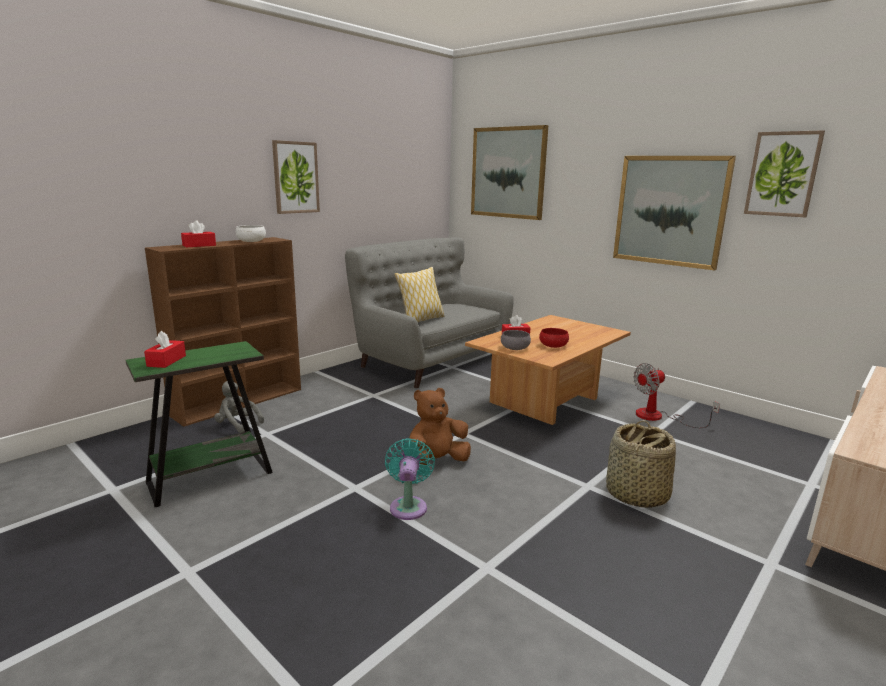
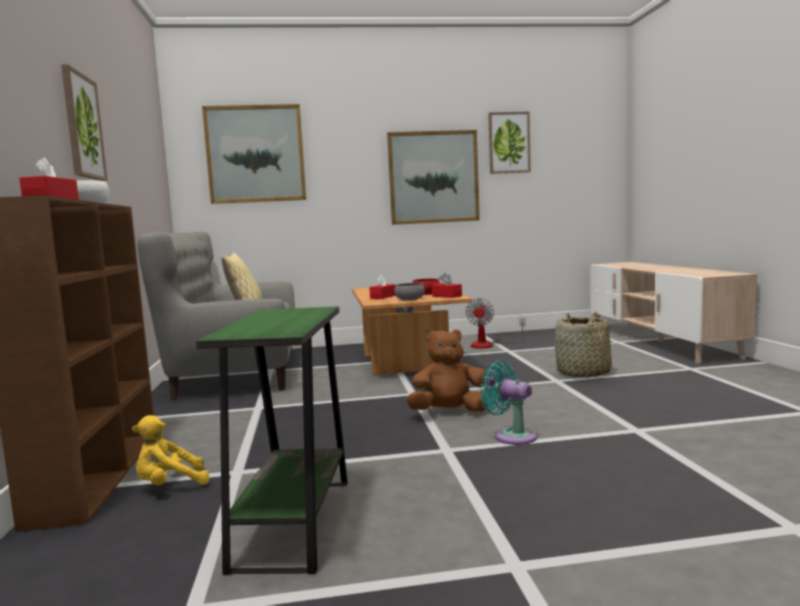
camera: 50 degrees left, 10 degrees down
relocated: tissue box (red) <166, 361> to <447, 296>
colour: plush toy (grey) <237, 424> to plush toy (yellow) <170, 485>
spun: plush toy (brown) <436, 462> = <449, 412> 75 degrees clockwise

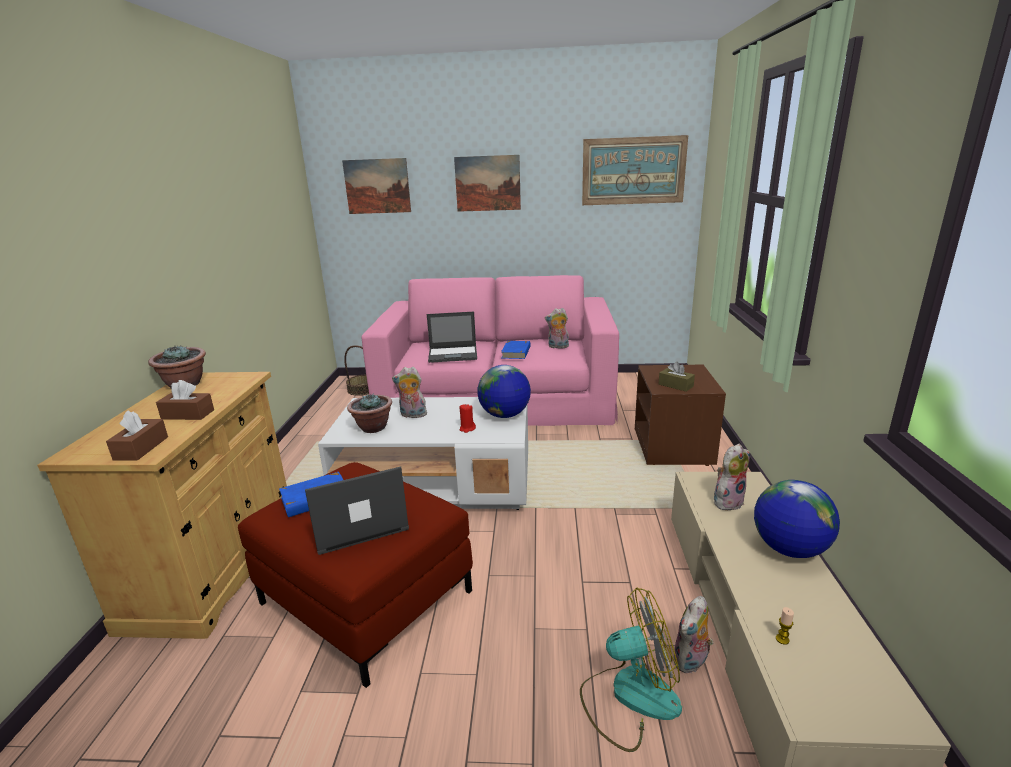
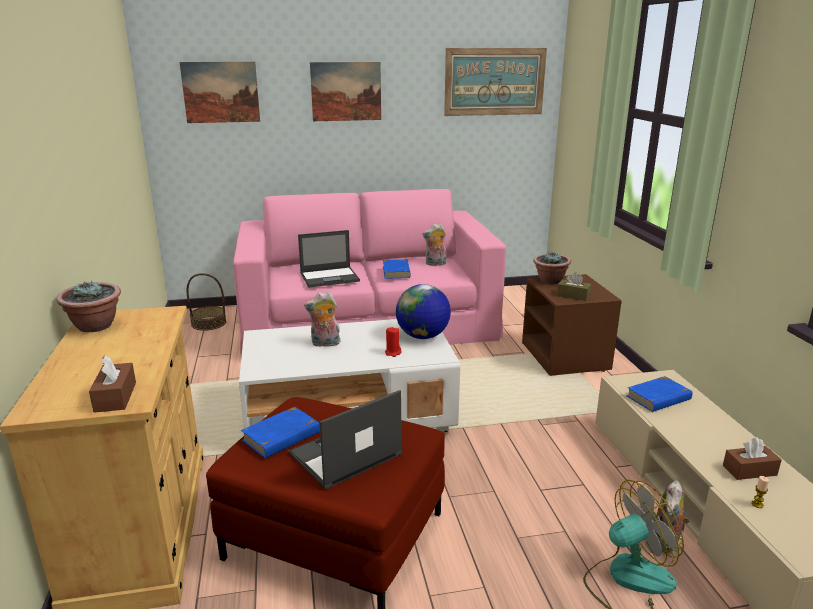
camera: 15 degrees left, 0 degrees up
missing: globe <788, 549>
relocated: tissue box (brown) <188, 414> to <749, 470>; potted plant <373, 428> to <550, 281>
exchanged: plush toy <727, 501> to book (blue) <659, 398>

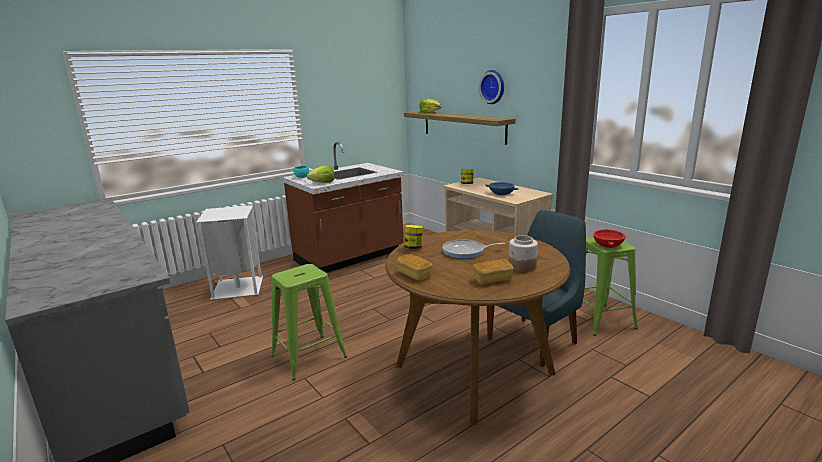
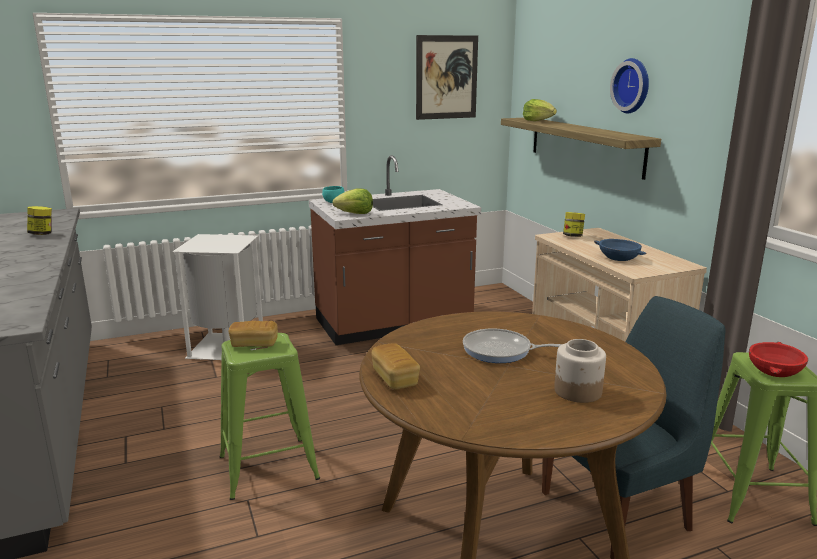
camera: 15 degrees right, 0 degrees up
appeared: picture <446, 77>
relocated: jar <414, 248> to <42, 234>; bread <492, 280> to <254, 344>

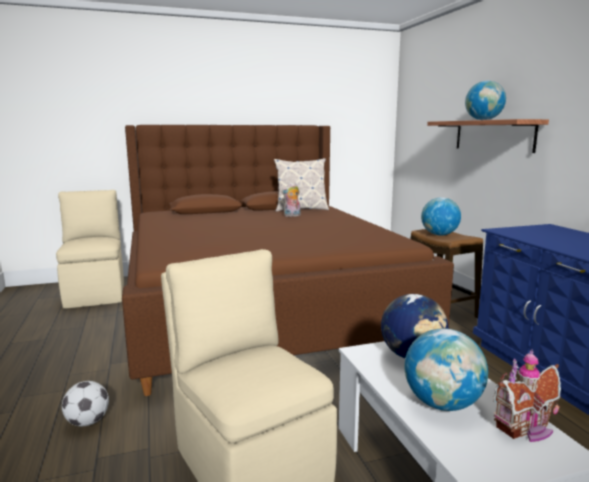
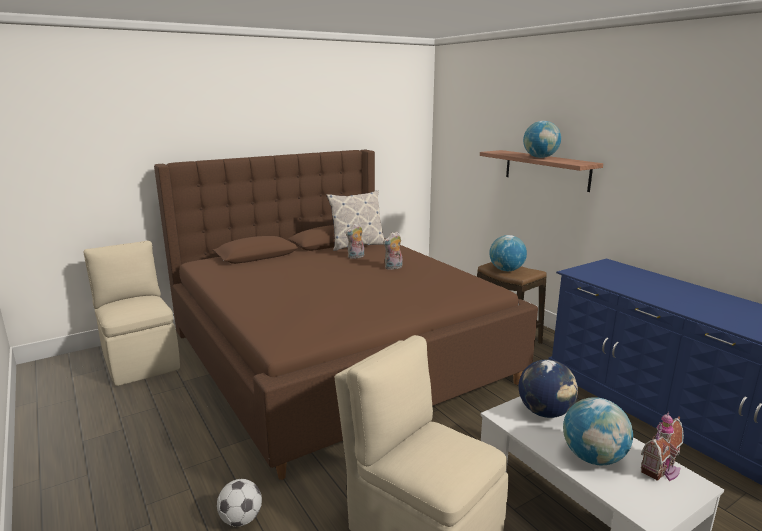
camera: 15 degrees left, 5 degrees up
appeared: plush toy <393, 268>

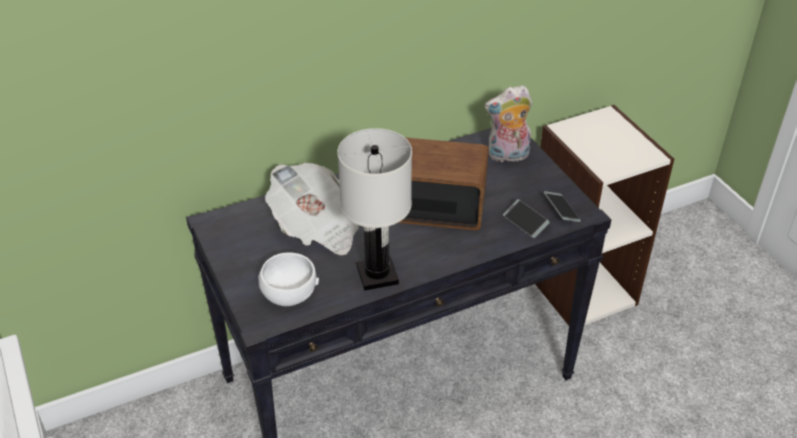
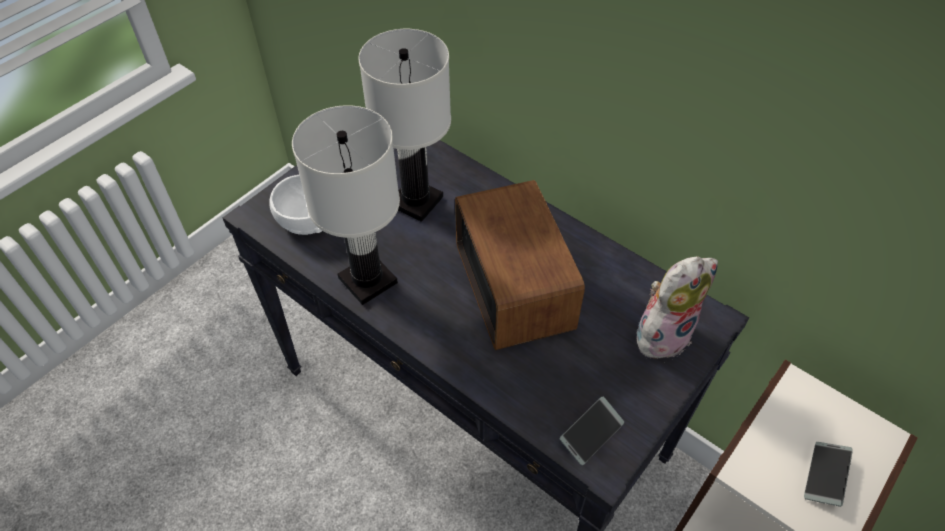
camera: 65 degrees right, 10 degrees up
relocated: phone <525, 222> to <825, 476>
exchanged: newspaper <317, 228> to table lamp (white) <416, 202>
spun: plush toy <507, 156> = <662, 333> 90 degrees clockwise

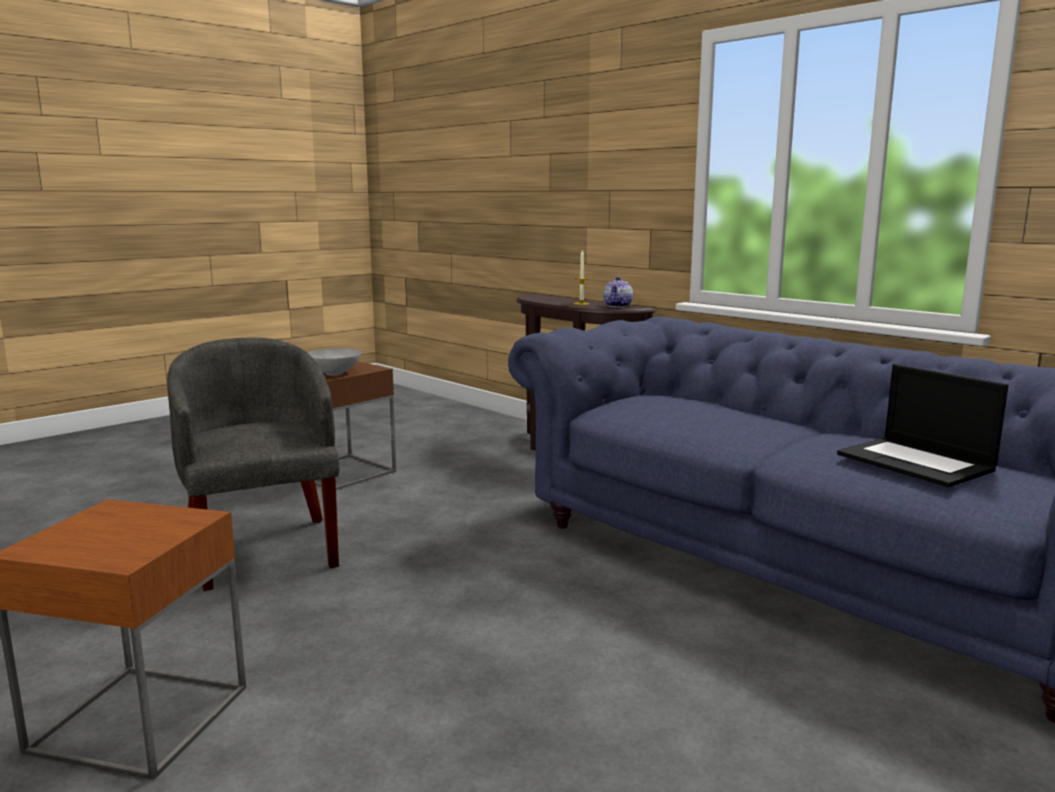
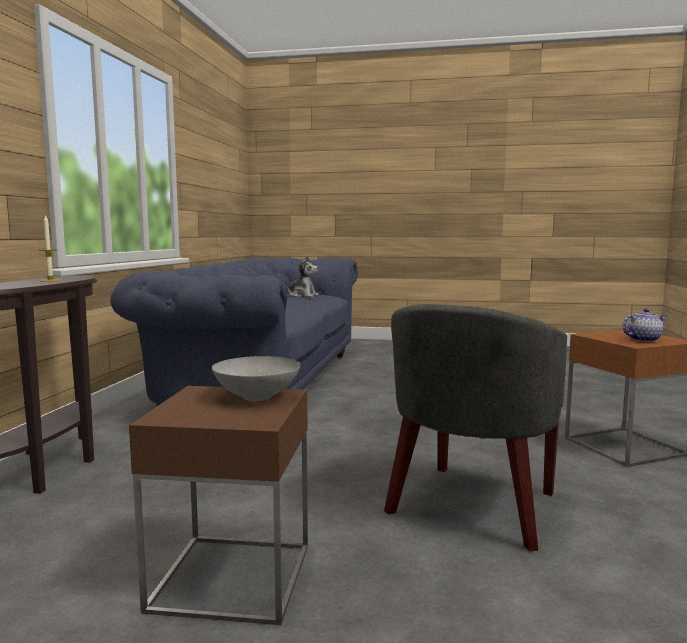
camera: 125 degrees left, 5 degrees down
relocated: teapot <618, 306> to <643, 340>
exchanged: laptop <917, 462> to plush toy <302, 296>

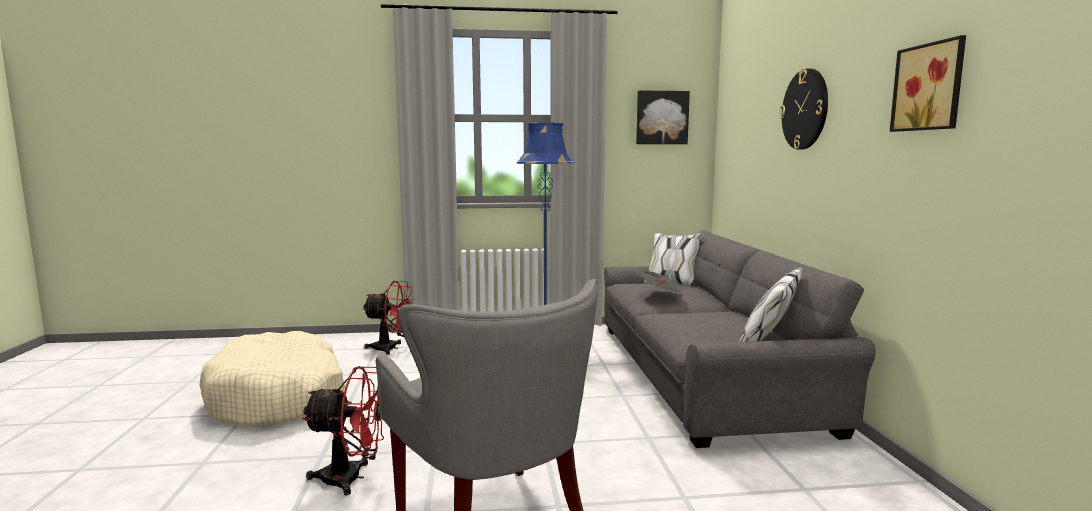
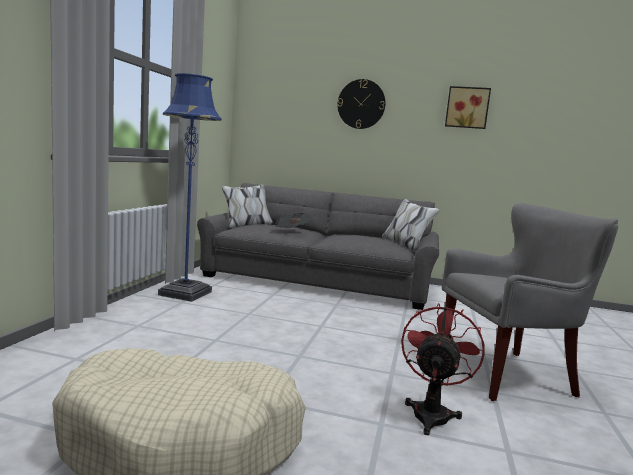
camera: 70 degrees left, 0 degrees up
missing: picture <661, 118>; fan (red) <391, 348>

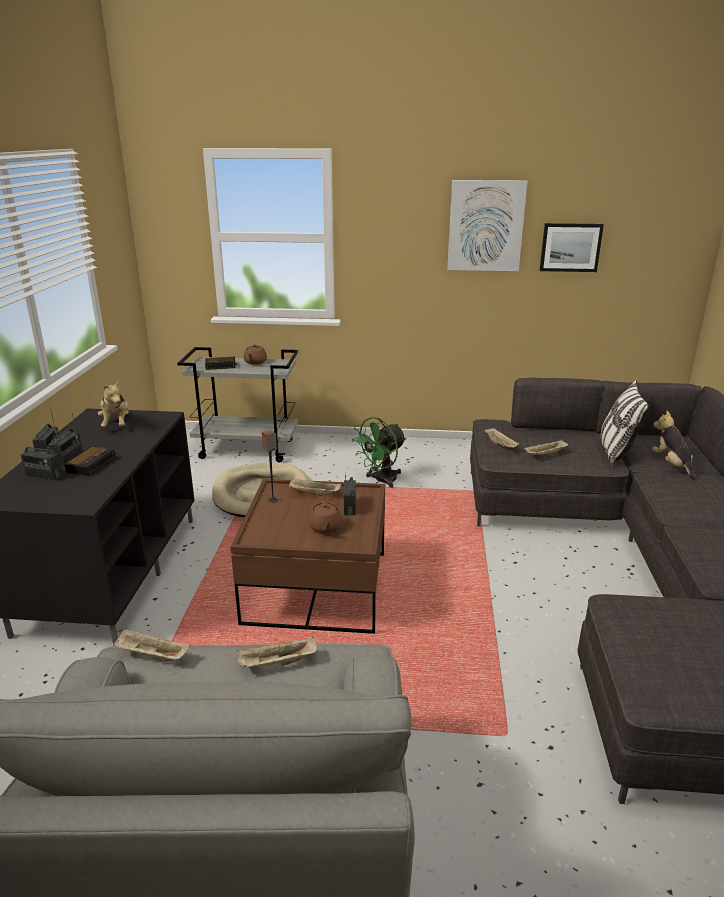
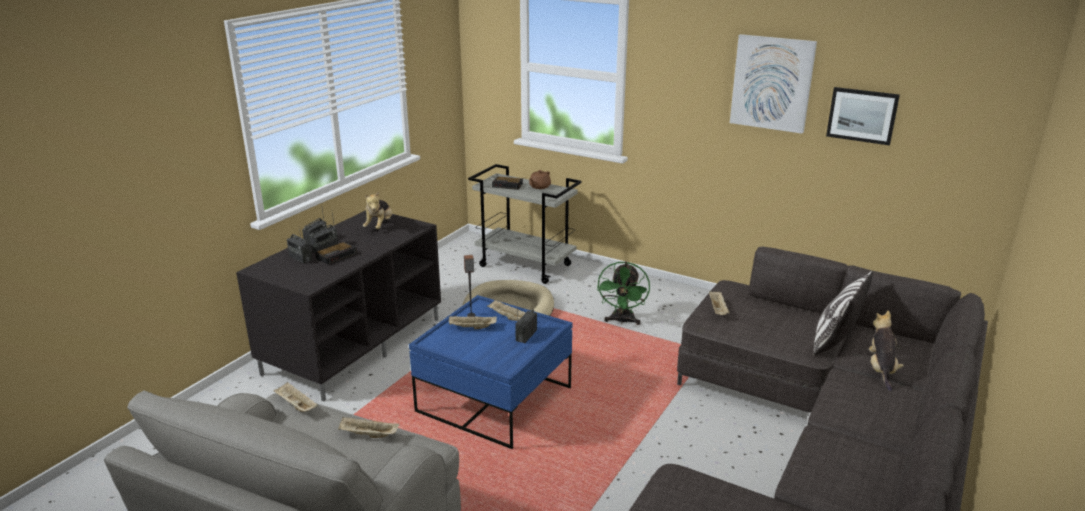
camera: 25 degrees right, 0 degrees up
missing: teapot (brown) <325, 528>
relocated: tray (beige) <545, 455> to <472, 328>
colour: coffee table (brown) <317, 588> to coffee table (blue) <494, 400>
spun: fan (green) <381, 481> = <622, 321> 60 degrees counterclockwise

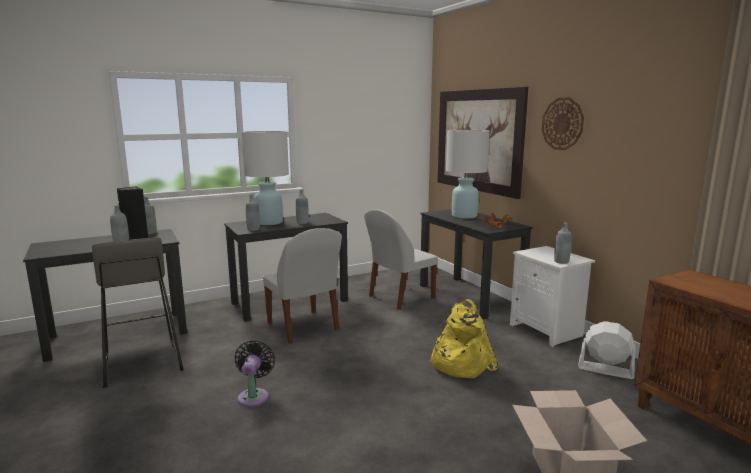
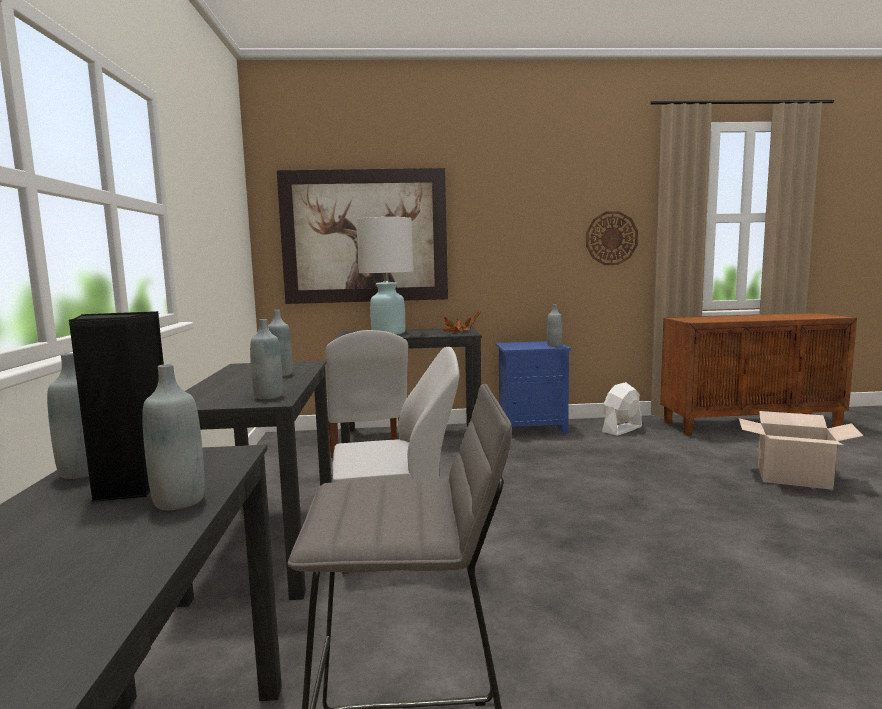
camera: 65 degrees left, 5 degrees down
missing: table lamp (white) <269, 222>; backpack (yellow) <459, 363>; fan (black) <254, 396>
relocated: wall clock <562, 124> to <611, 238>
colour: nightstand (white) <547, 331> to nightstand (blue) <532, 428>

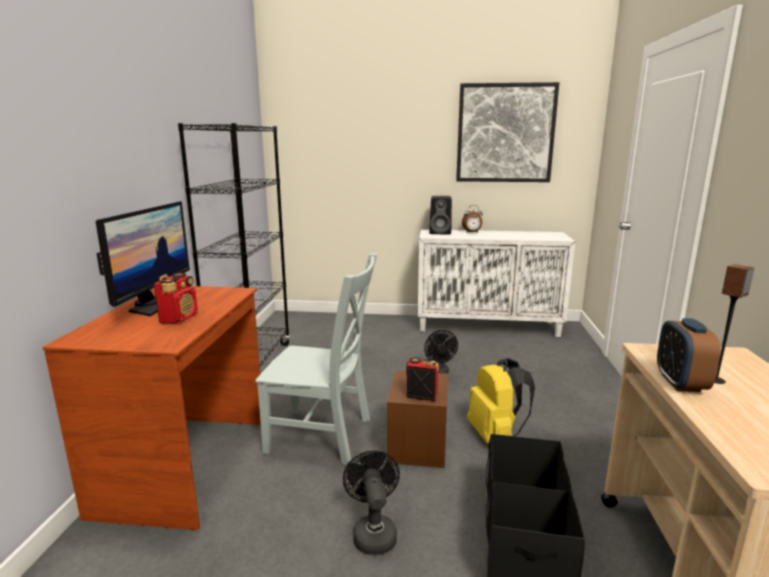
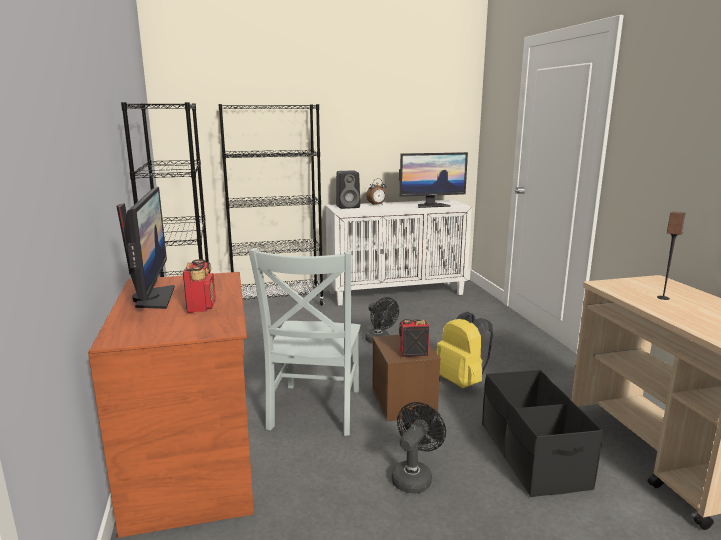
camera: 20 degrees left, 0 degrees up
missing: picture <505, 133>; alarm clock <680, 383>
appeared: bookcase (black) <277, 303>; monitor <431, 205>
spun: chair (grey) <324, 436> = <314, 411> 105 degrees clockwise; fan (black) <373, 532> = <414, 476> 60 degrees clockwise

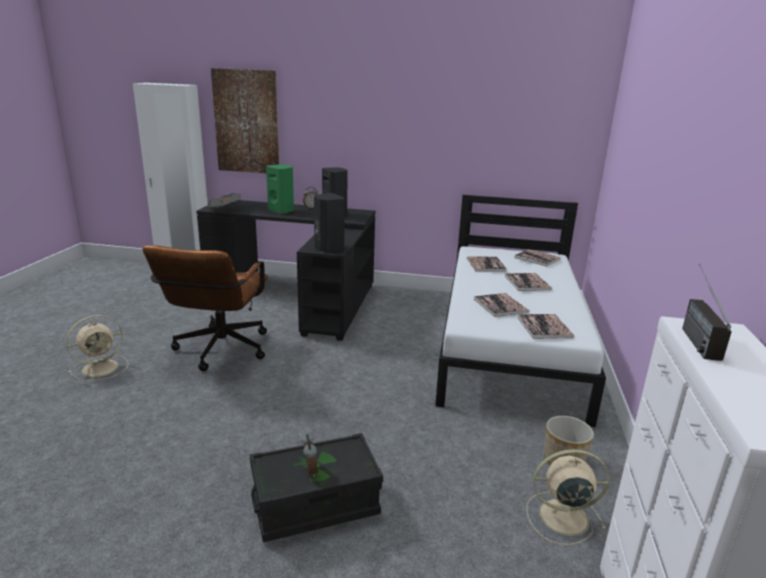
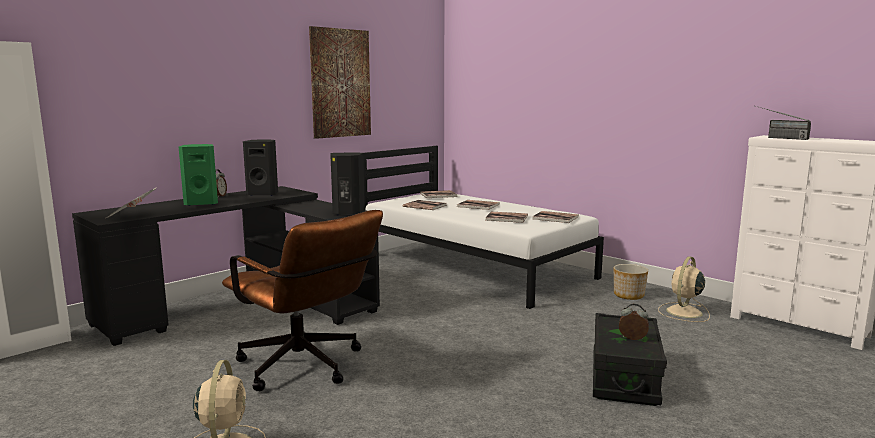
camera: 55 degrees left, 10 degrees down
relocated: picture <246, 122> to <340, 83>

